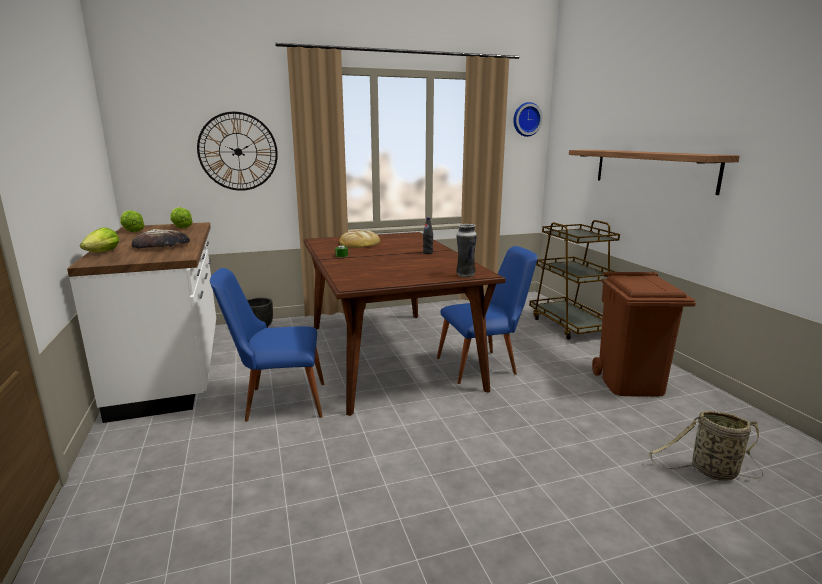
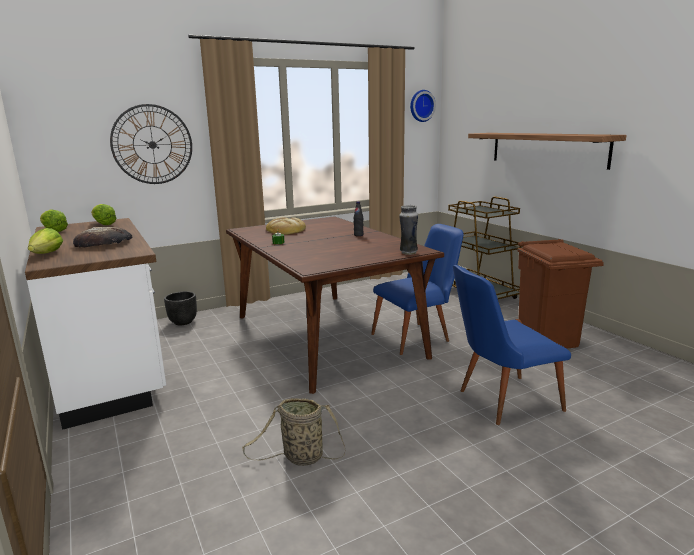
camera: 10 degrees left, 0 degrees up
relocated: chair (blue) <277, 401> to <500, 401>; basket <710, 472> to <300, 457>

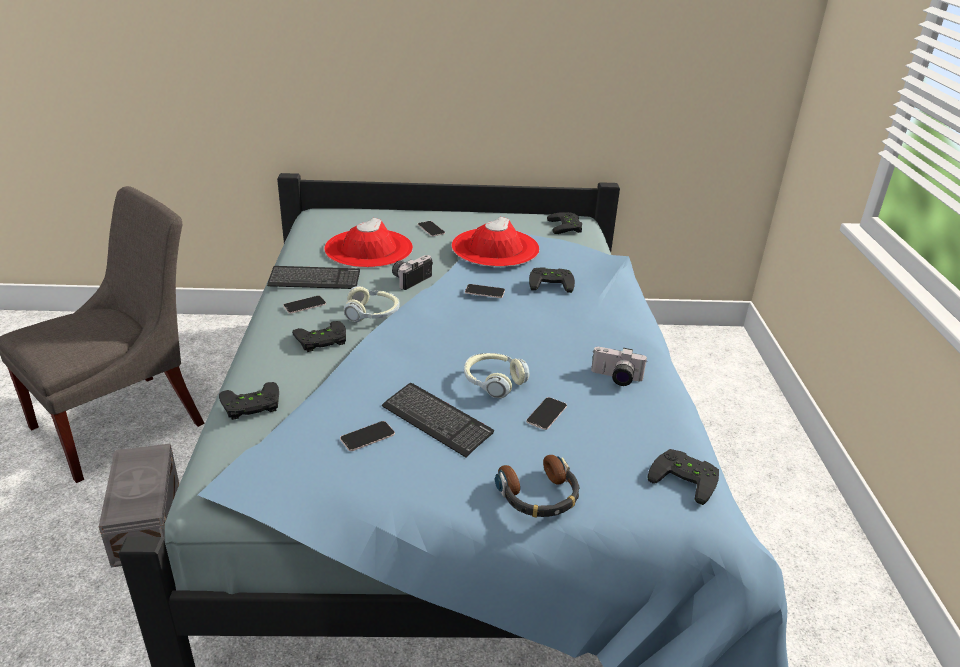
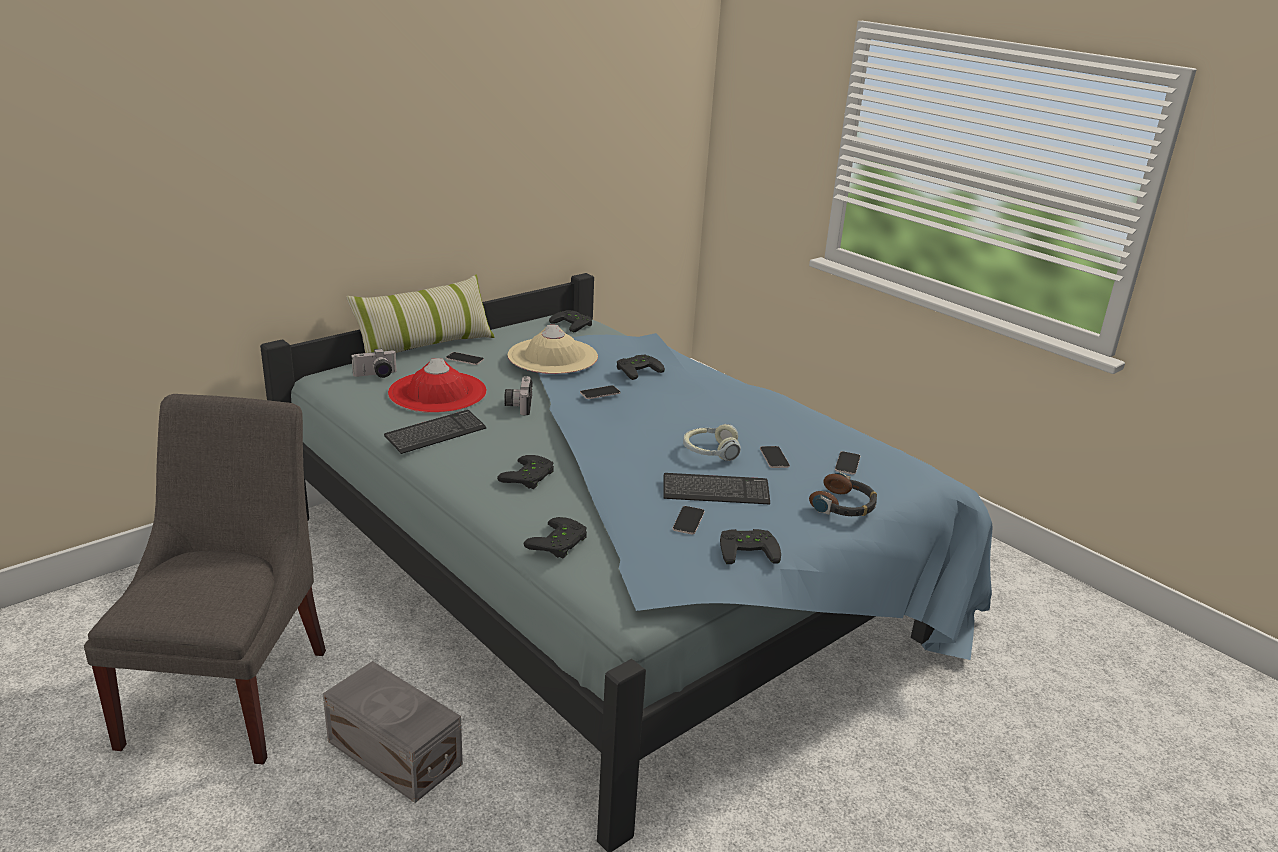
camera: 40 degrees left, 5 degrees down
missing: headphones <372, 314>
appeared: pillow <425, 346>
relocated: phone <304, 305> to <847, 463>; photo camera <615, 378> to <376, 375>; game controller (black) <686, 477> to <747, 549>
colour: hat (red) <495, 248> to hat (beige) <552, 356>

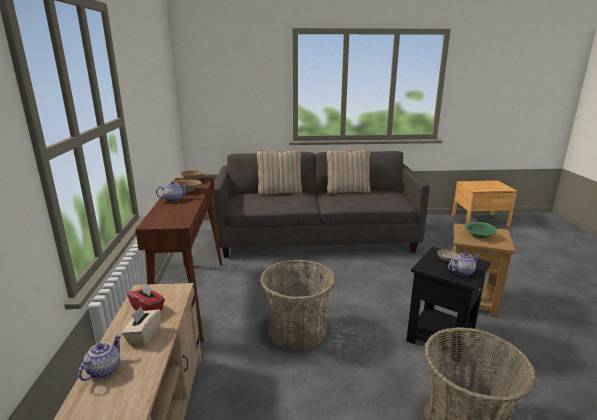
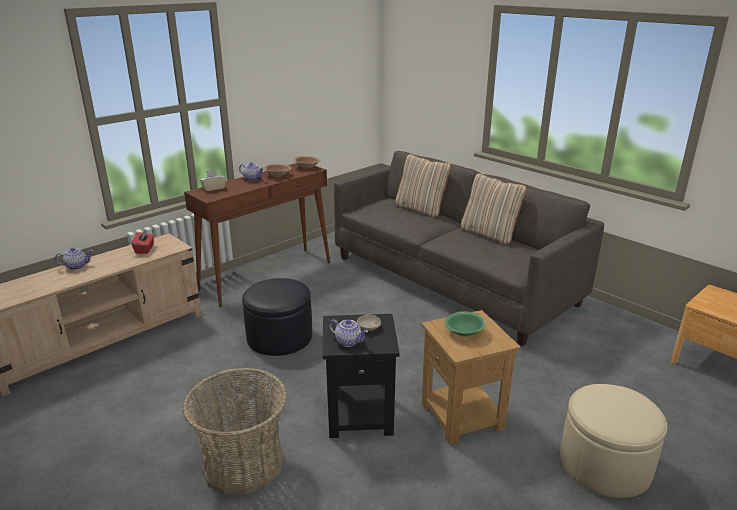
camera: 50 degrees right, 5 degrees up
appeared: ottoman (beige) <605, 464>
relocated: tissue box (beige) <143, 335> to <213, 188>
exchanged: basket <297, 330> to ottoman (black) <280, 337>

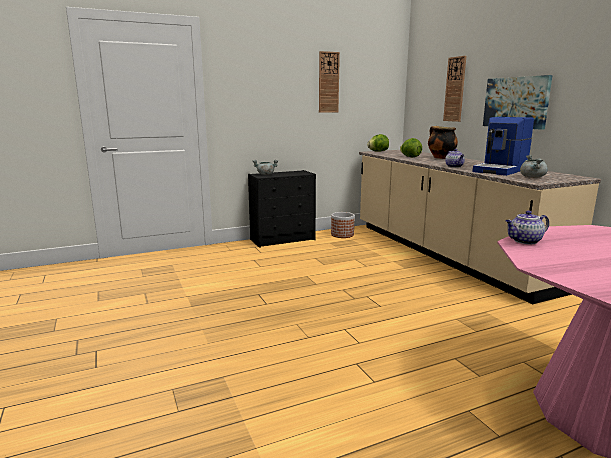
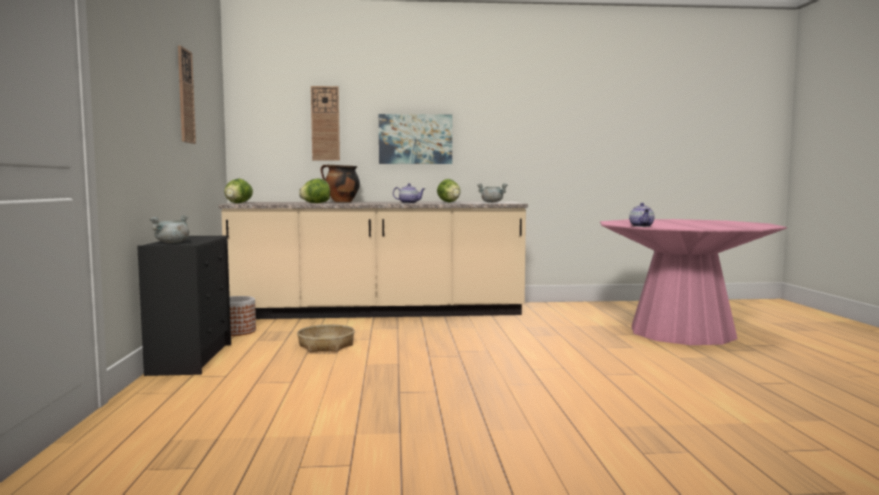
camera: 70 degrees left, 10 degrees down
appeared: basket <326, 346>
exchanged: coffee machine <501, 170> to lettuce <449, 202>

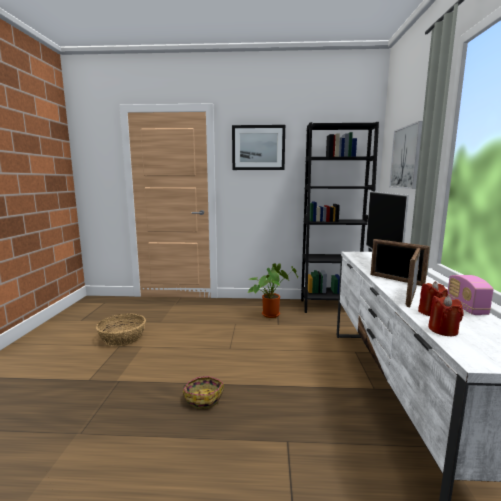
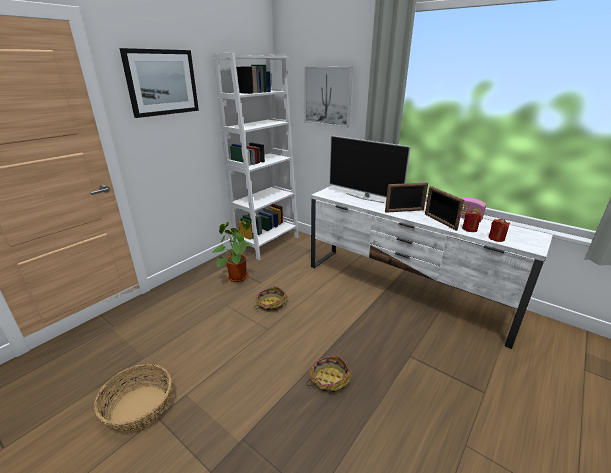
camera: 55 degrees left, 15 degrees up
appeared: basket <270, 304>
colour: bookcase (black) <333, 306> to bookcase (white) <267, 243>

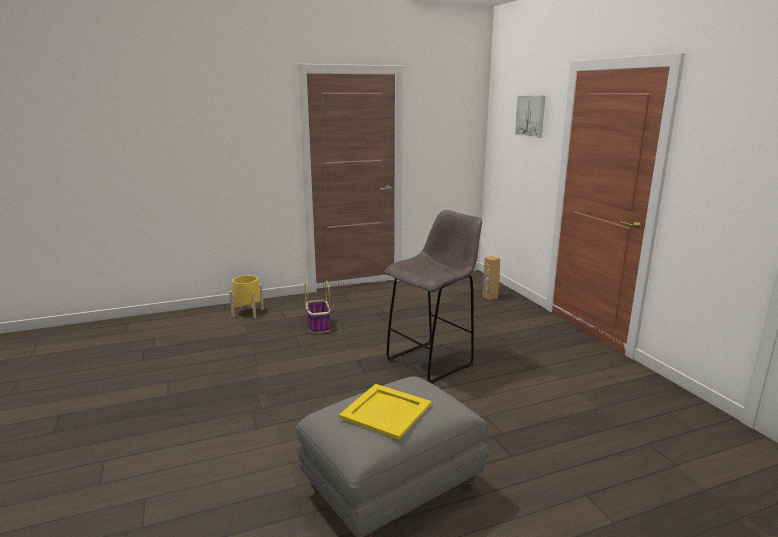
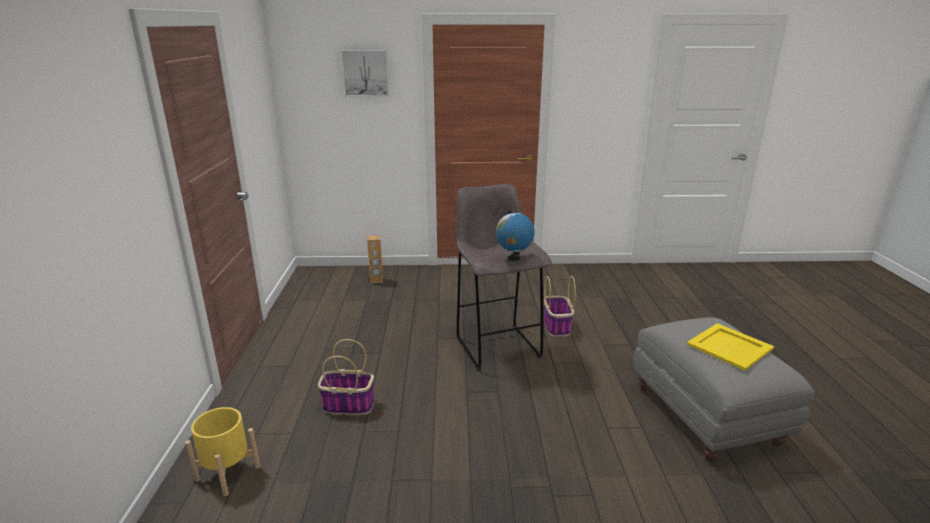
camera: 70 degrees left, 5 degrees up
appeared: globe <513, 258>; basket <557, 326>

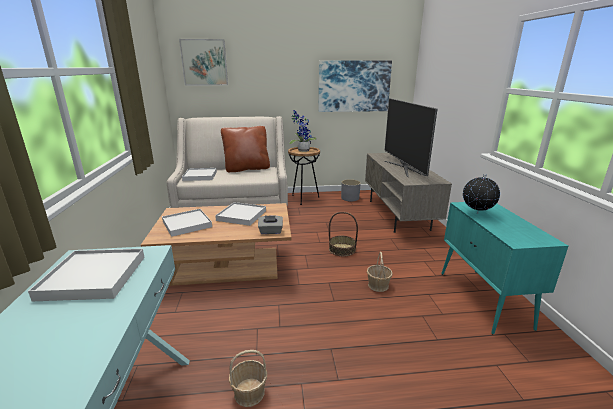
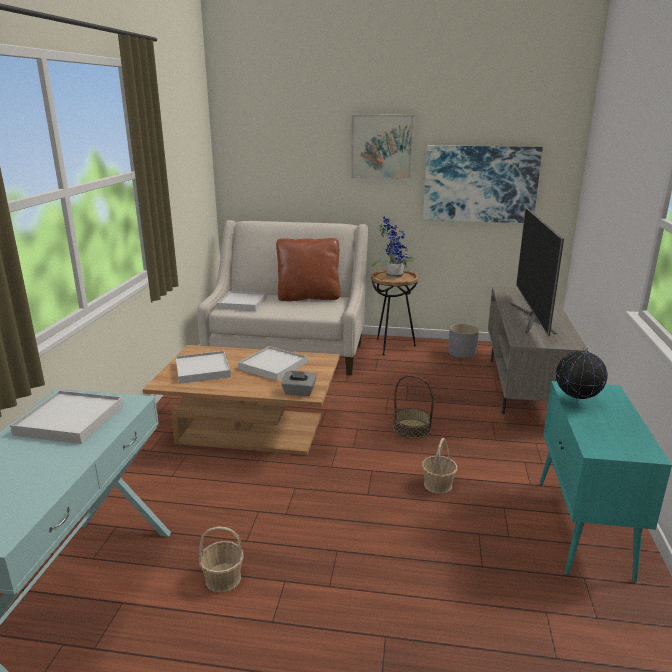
camera: 15 degrees right, 0 degrees up
relocated: picture <204, 62> to <381, 147>

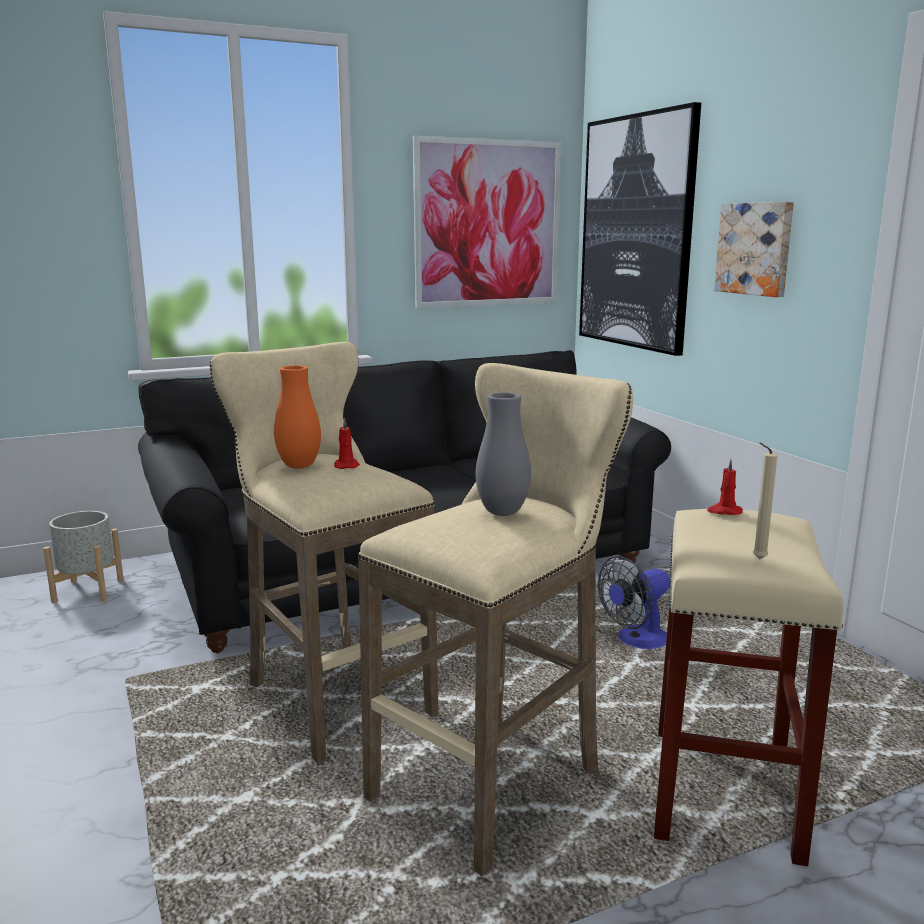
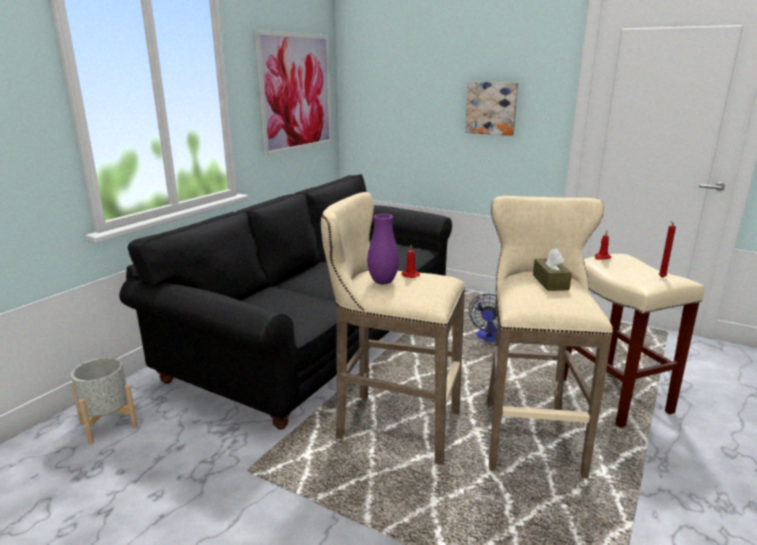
camera: 35 degrees left, 5 degrees up
missing: picture <636, 233>
exchanged: vase (grey) <502, 512> to tissue box (brown) <550, 282>
colour: vase (orange) <299, 466> to vase (purple) <383, 282>; candle (beige) <757, 559> to candle (red) <661, 277>

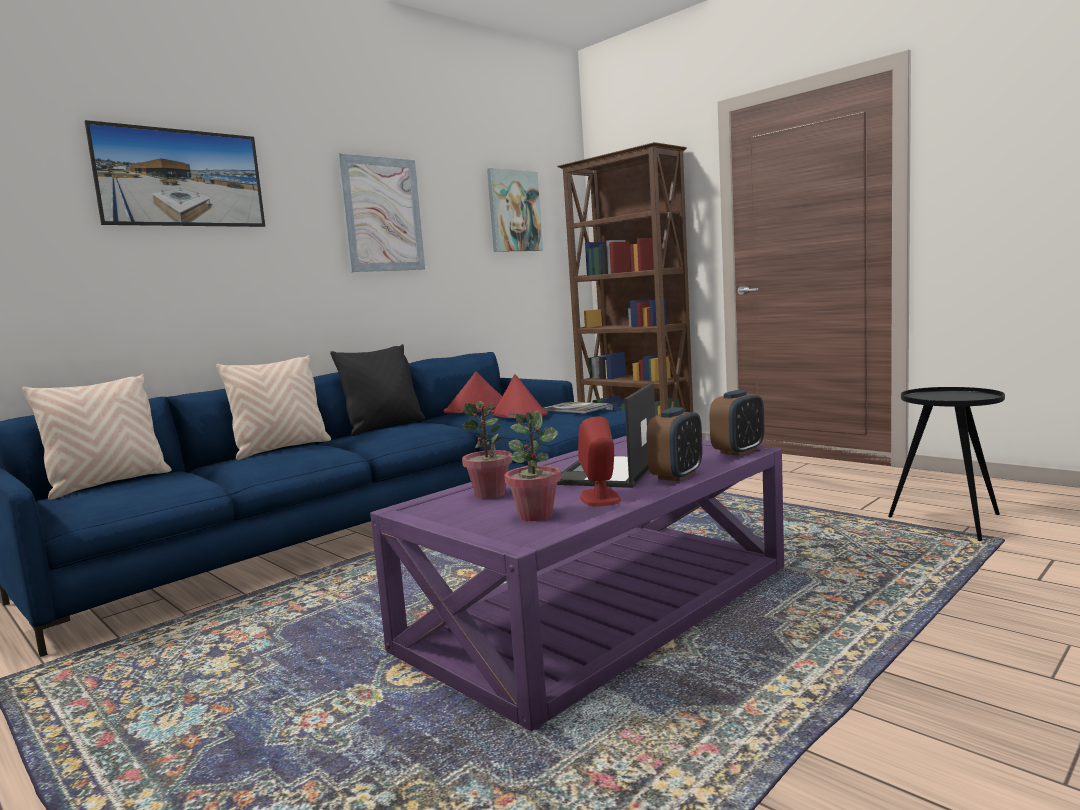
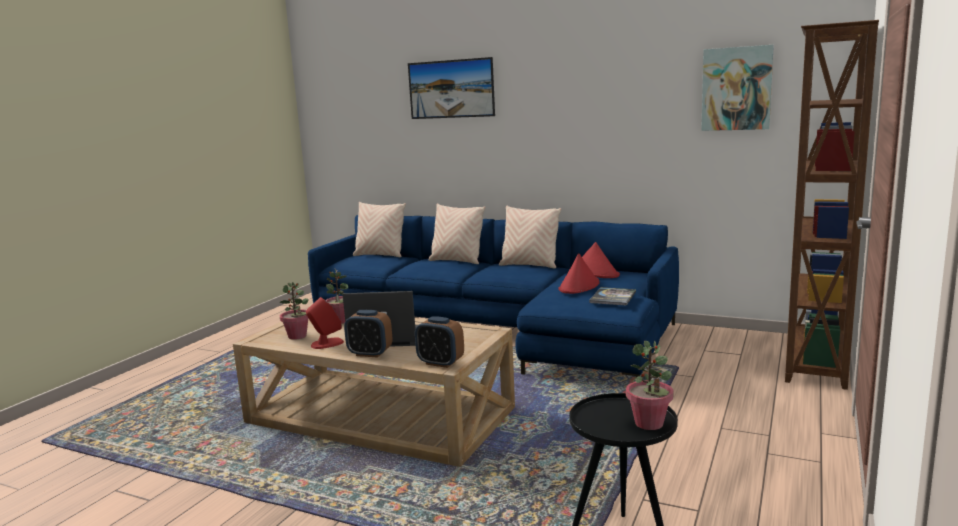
camera: 70 degrees right, 5 degrees up
missing: picture <382, 214>
appeared: potted plant <649, 423>
colour: pillow (black) <384, 427> to pillow (beige) <529, 265>; coffee table (purple) <600, 606> to coffee table (beige) <380, 415>

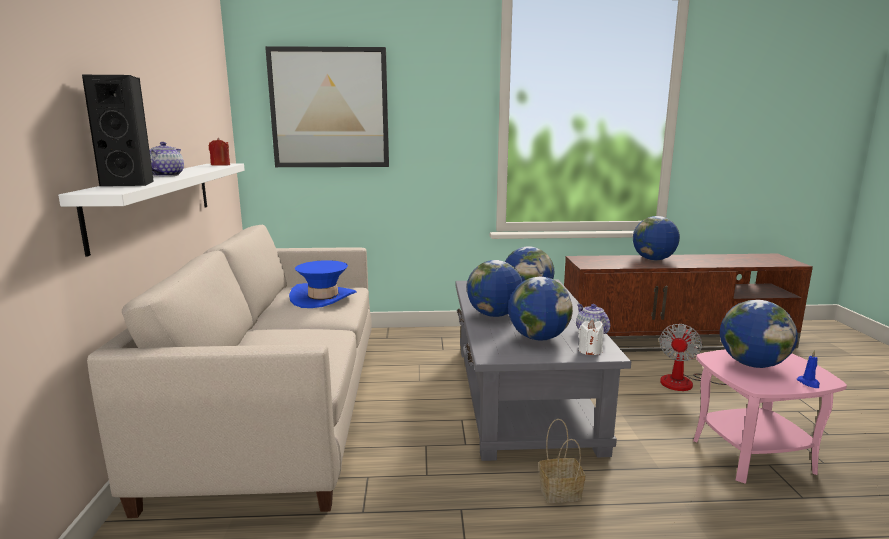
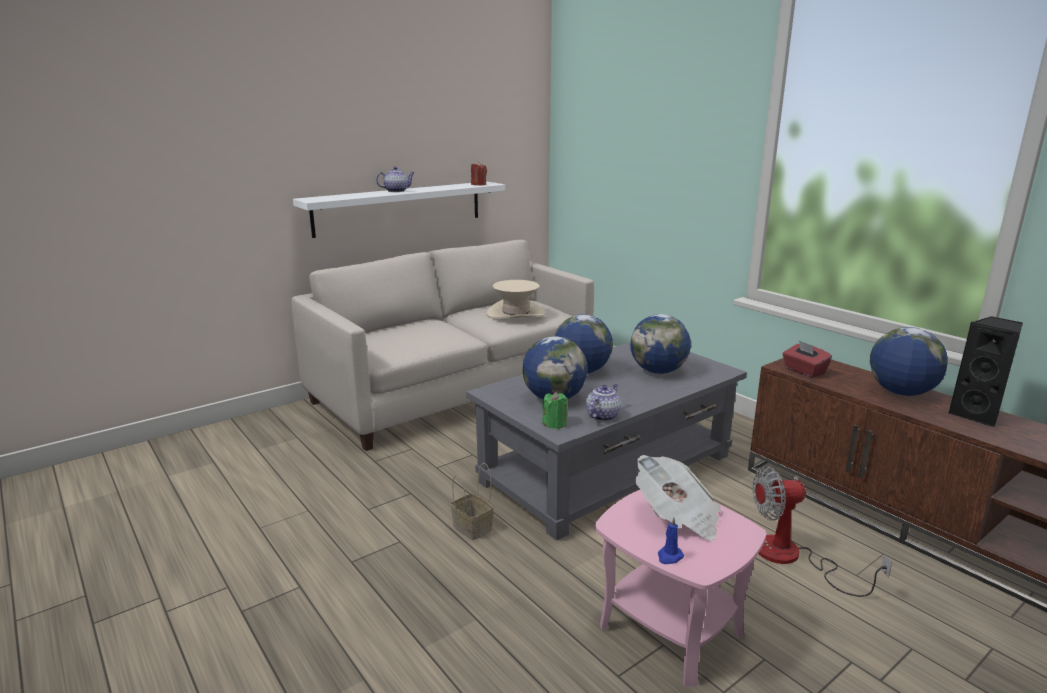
camera: 55 degrees right, 5 degrees up
missing: picture <330, 108>
appeared: tissue box (red) <804, 371>
relocated: speaker (black) <131, 184> to <977, 415>
exchanged: globe <752, 364> to newspaper <677, 517>
colour: hat (blue) <323, 298> to hat (beige) <516, 314>; candle (white) <590, 351> to candle (green) <555, 423>

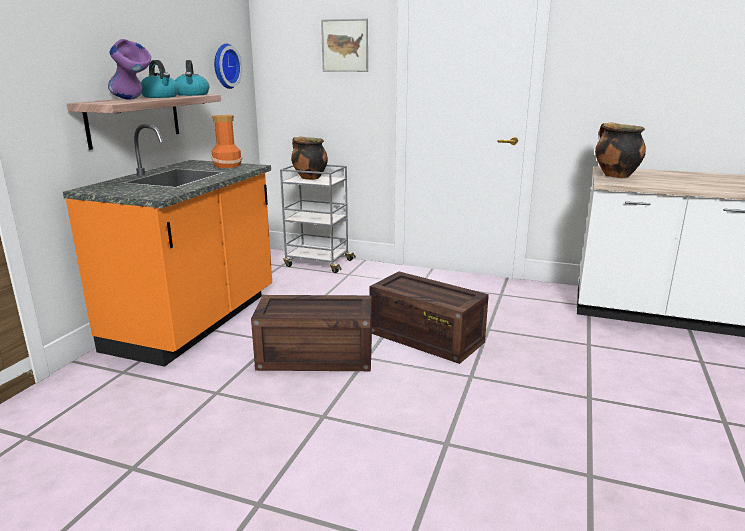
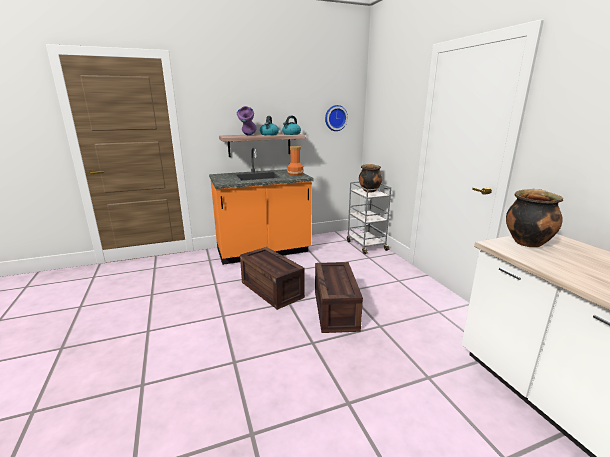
camera: 50 degrees right, 0 degrees up
missing: picture <345, 45>

